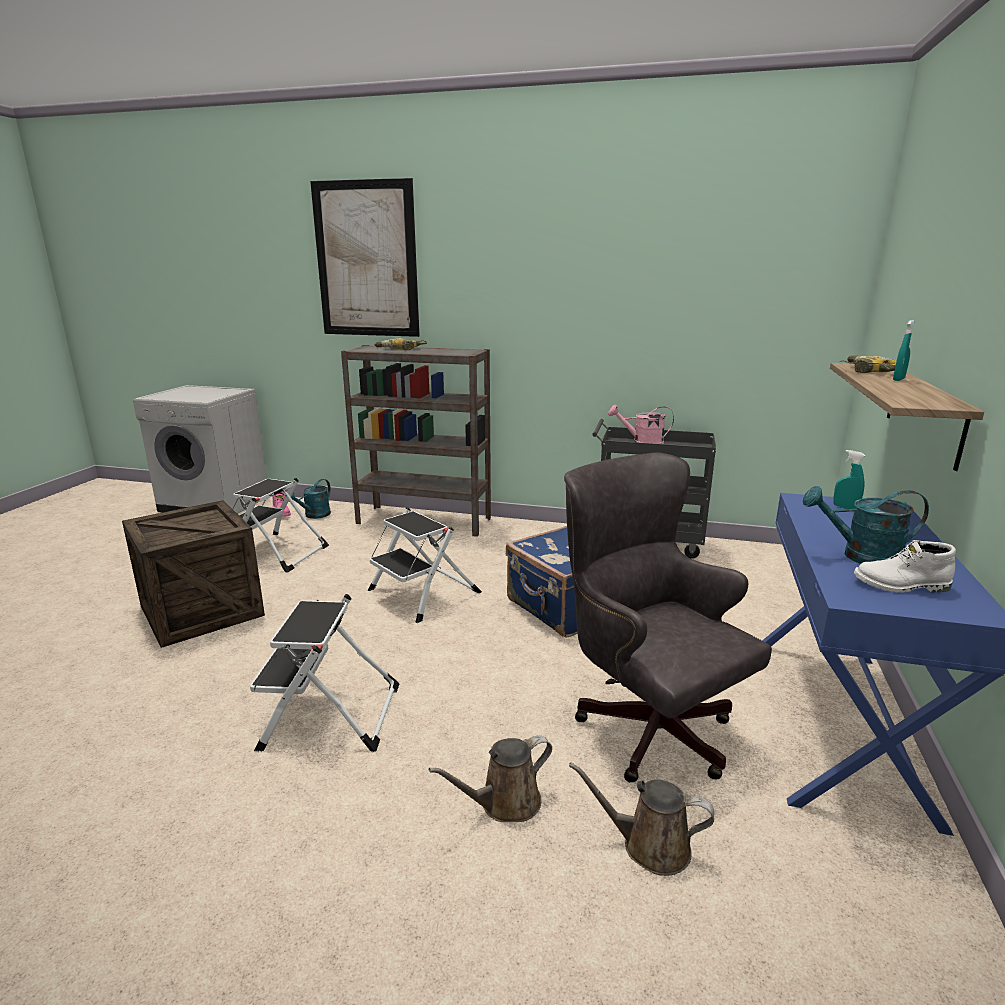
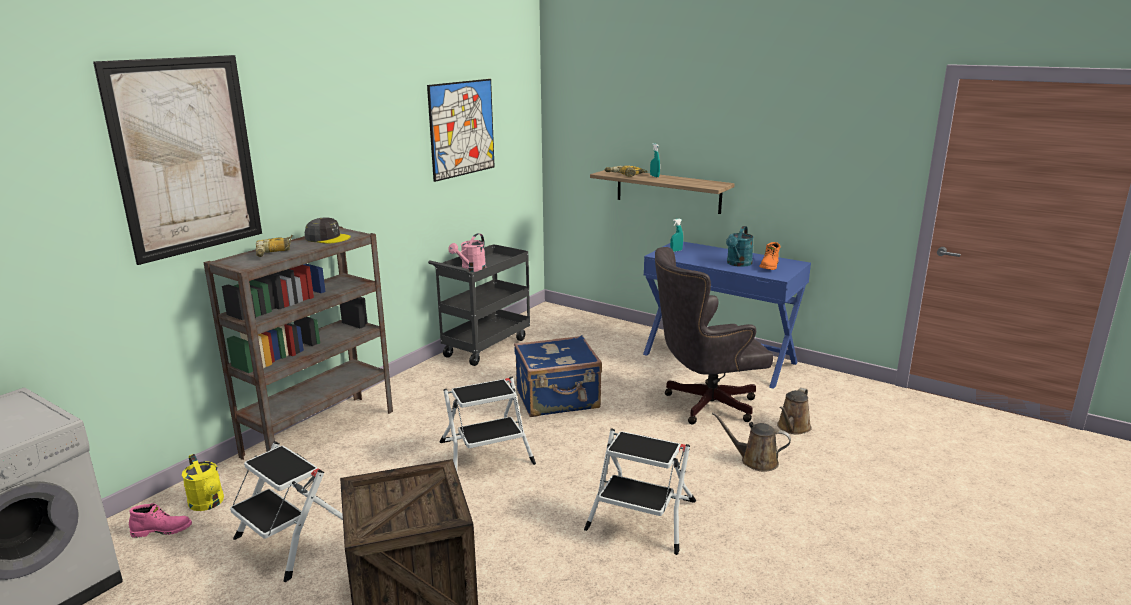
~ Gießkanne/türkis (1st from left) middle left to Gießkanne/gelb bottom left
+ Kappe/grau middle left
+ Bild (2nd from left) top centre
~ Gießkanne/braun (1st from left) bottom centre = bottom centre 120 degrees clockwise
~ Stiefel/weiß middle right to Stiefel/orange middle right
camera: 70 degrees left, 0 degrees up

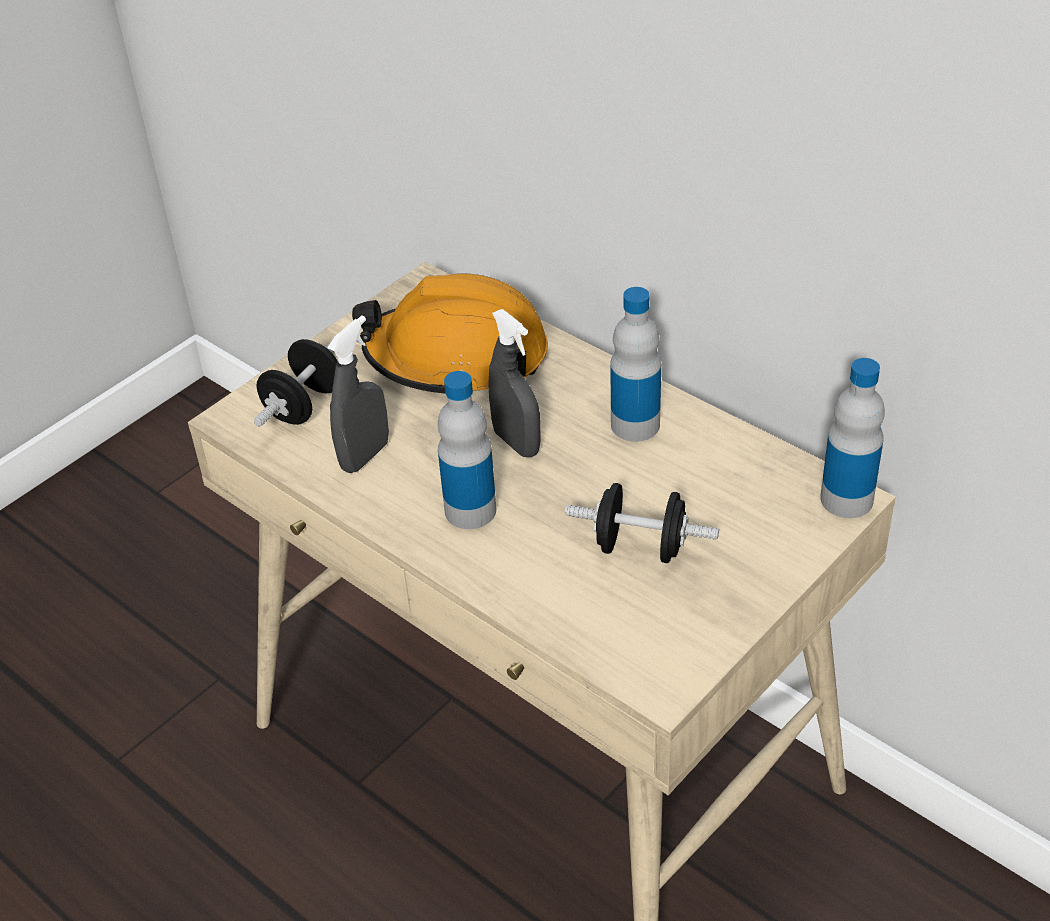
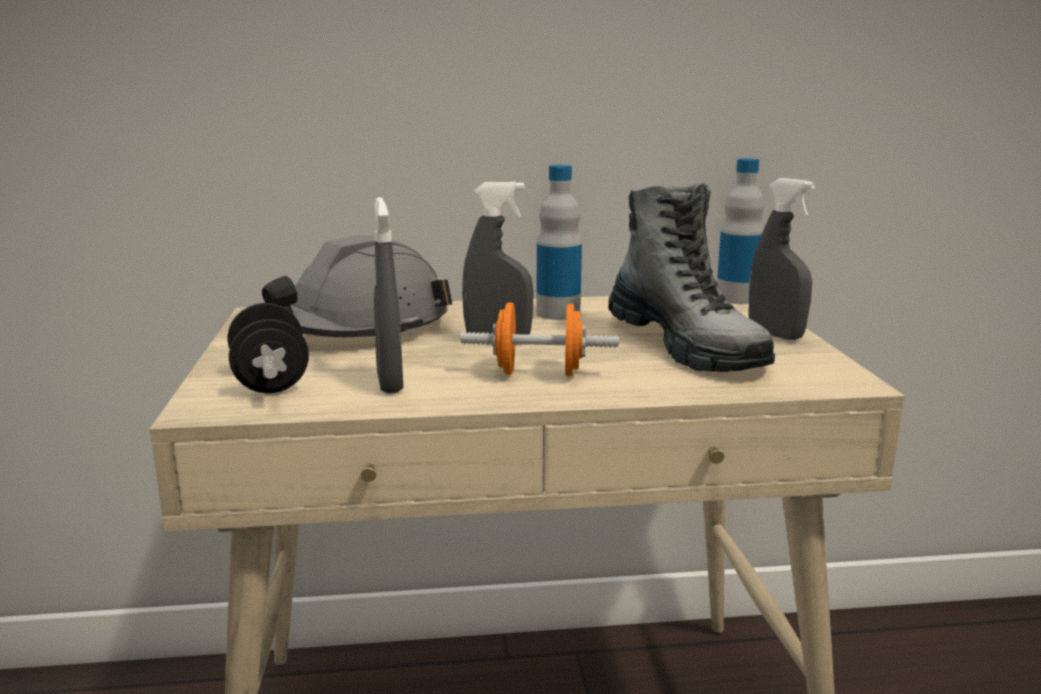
~ Schutzhelm/orange centre to Schutzhelm/grau centre
~ Flasche (1st from left) centre to Hantel/orange centre
~ Hantel/schwarz (2nd from left) centre to Stiefel centre
+ Sprühflasche/grau (3rd from left) middle right
camera: 50 degrees left, 25 degrees down

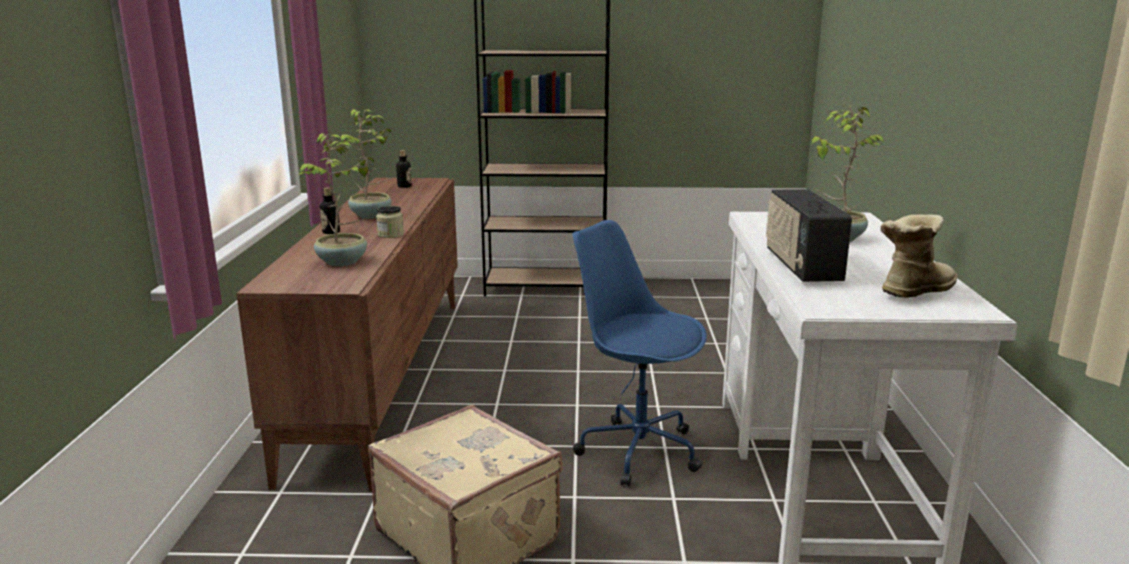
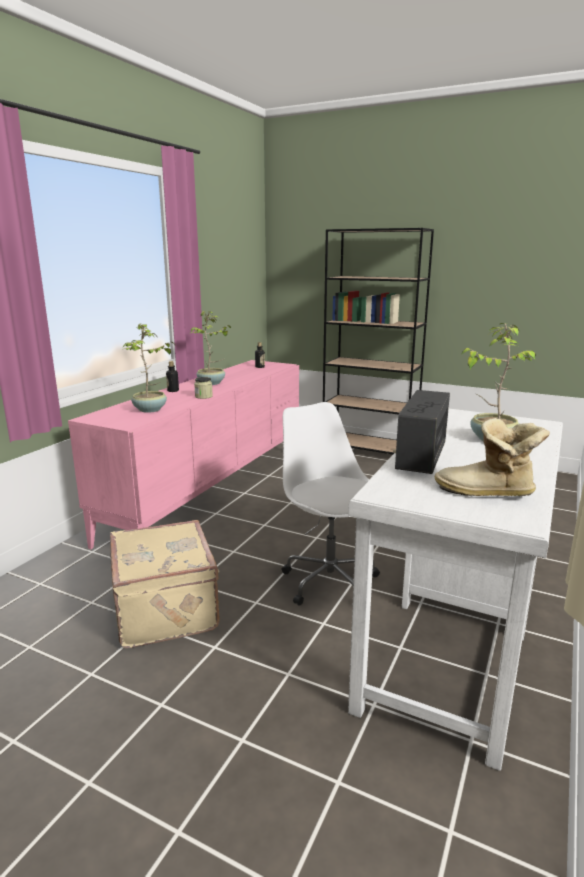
~ Schrank/braun middle left to Schrank/rosa middle left
~ Bürostuhl/blau centre to Bürostuhl/weiß centre
~ Stiefel middle right = middle right 150 degrees counterclockwise
camera: 25 degrees right, 0 degrees up

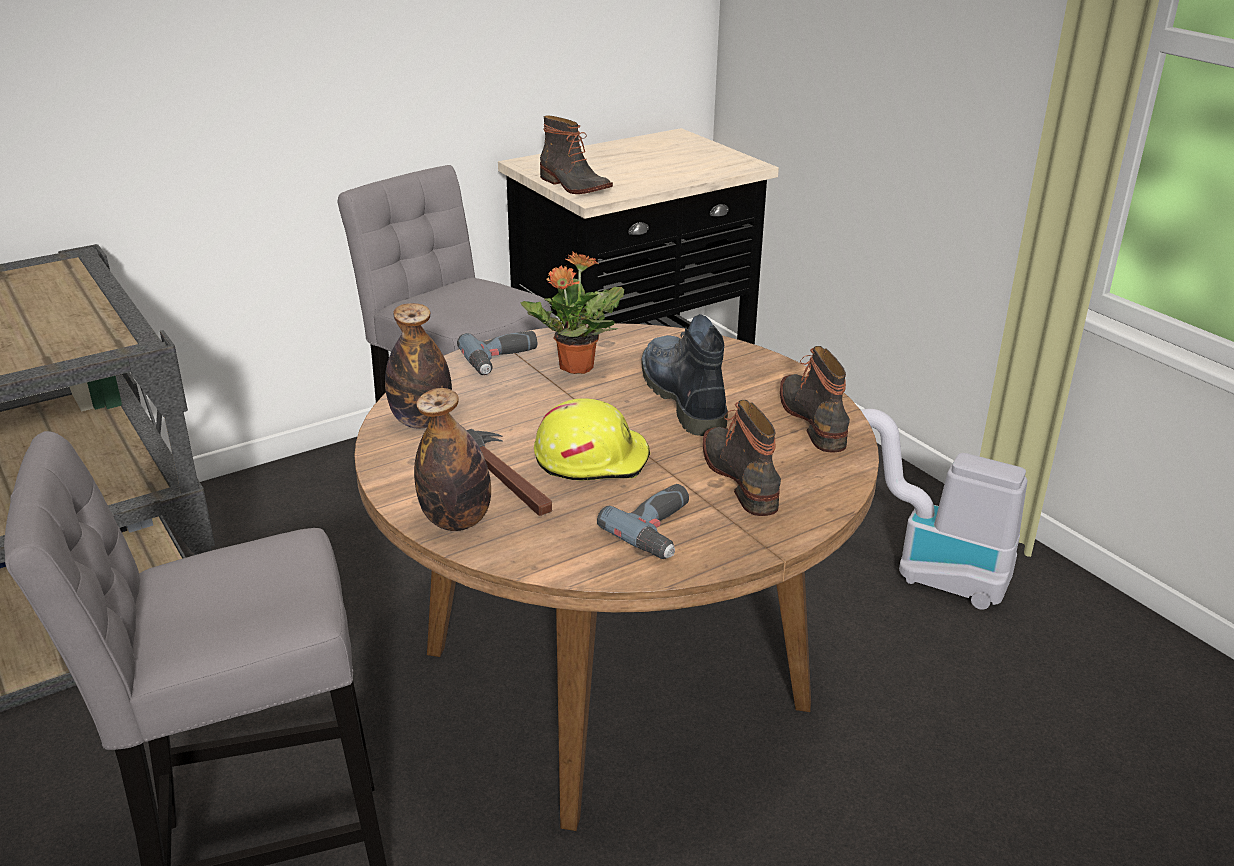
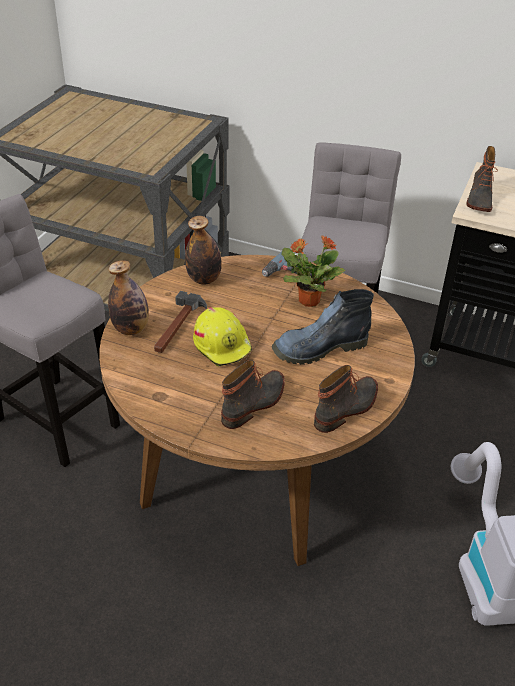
~ Stiefel (2nd from left) centre = centre 150 degrees counterclockwise
- Bohrmaschine (2nd from left) centre
camera: 55 degrees right, 10 degrees up

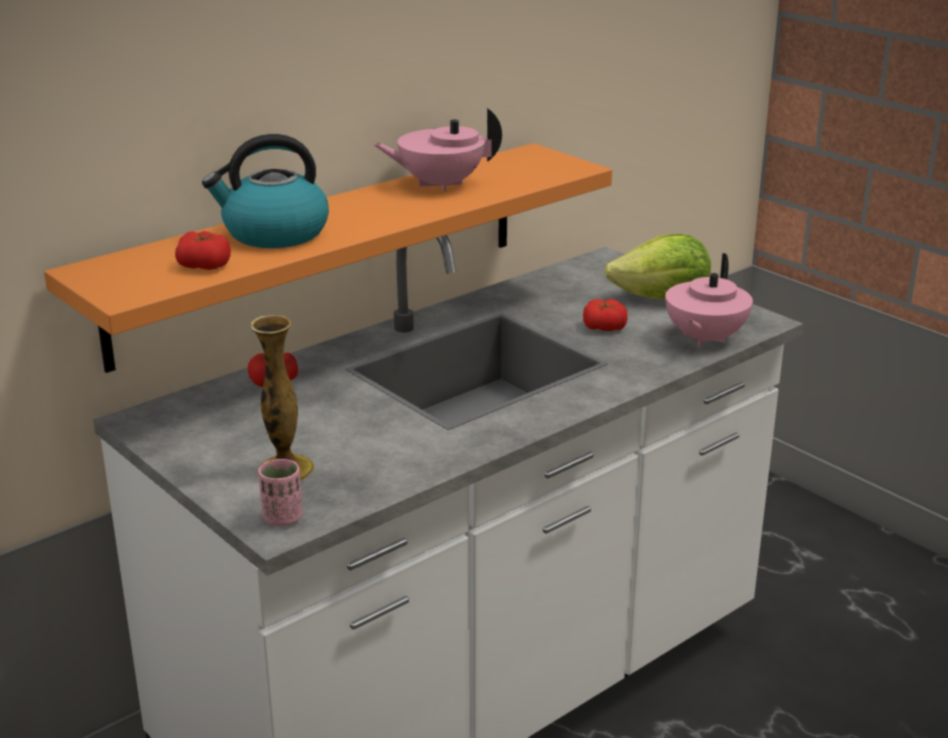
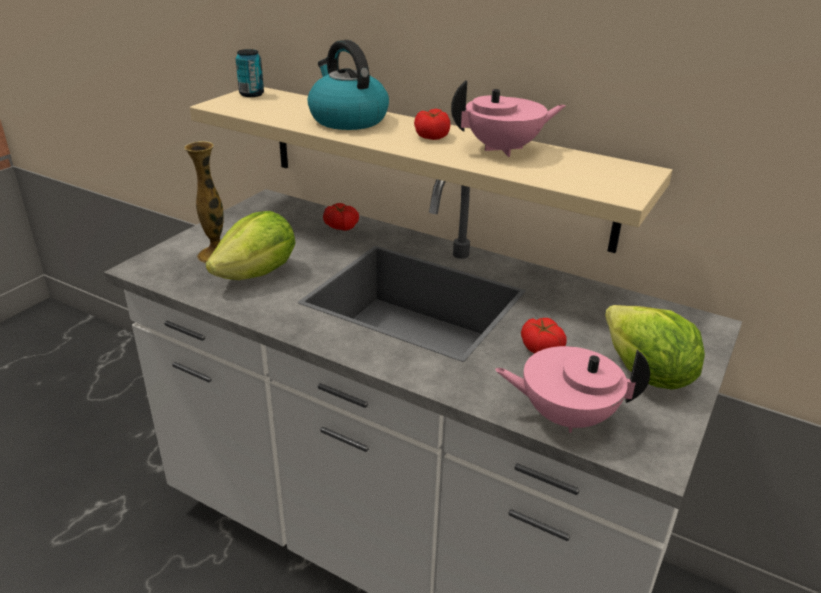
~ Wandregal/orange centre to Wandregal/beige top centre
+ Salatkopf (1st from left) middle left
+ Dose top left
~ Tomate (1st from left in the first image) middle left to Tomate (2nd from left) top centre
~ Teekanne/rosa (1st from left) top centre = top centre 105 degrees clockwise
- Tasse/rosa bottom left
camera: 70 degrees right, 5 degrees up

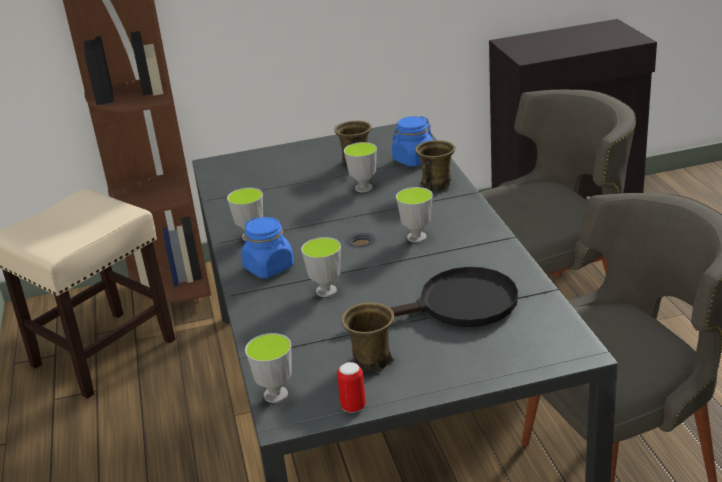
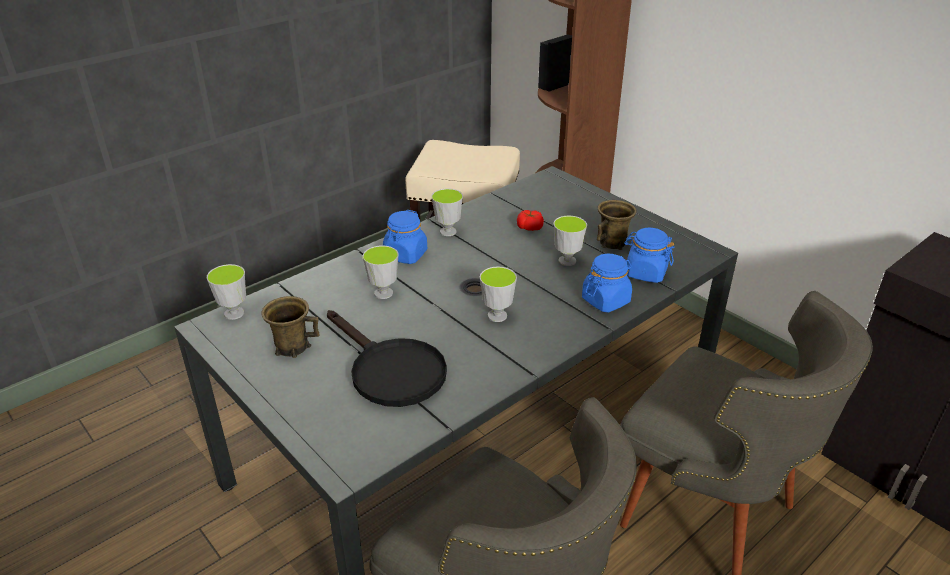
+ Tomate centre
~ Henkelbecher/braun (3rd from left) centre to Vorratsglas/blau (2nd from left) centre
- Dose bottom centre
camera: 60 degrees right, 5 degrees up

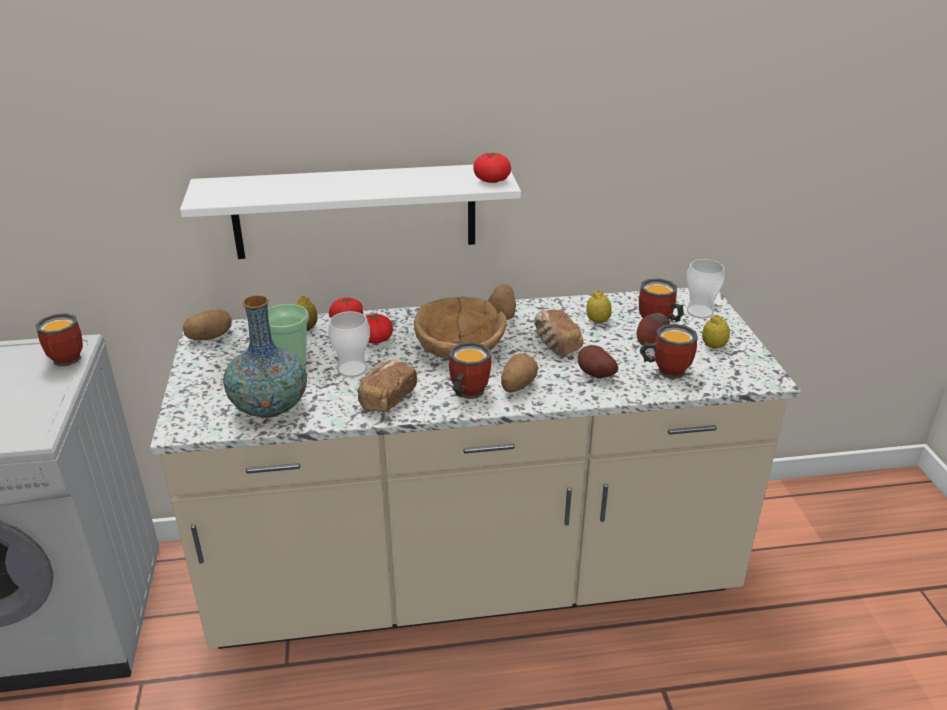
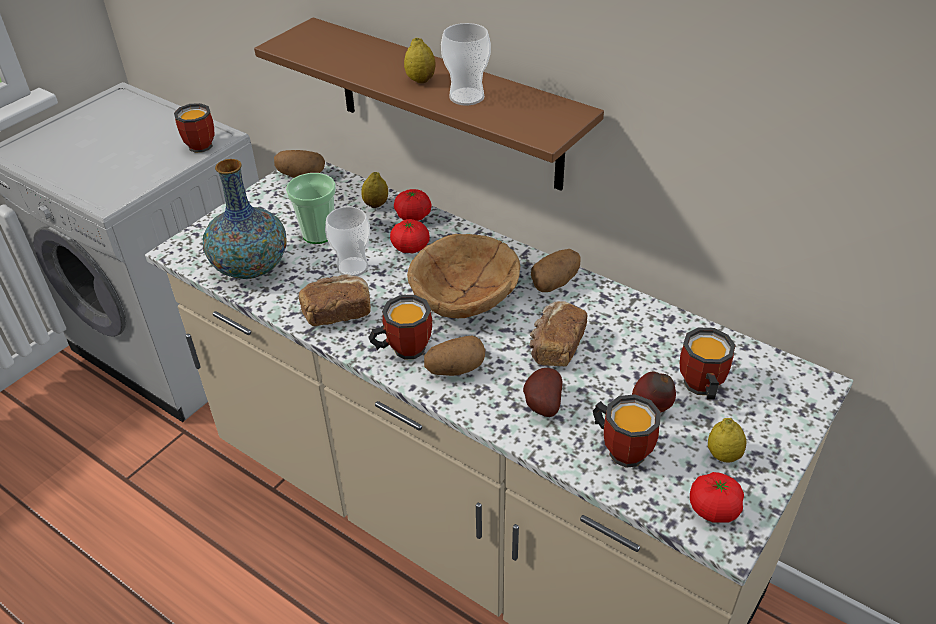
~ Wandregal/weiß top centre to Wandregal/braun top centre
~ Zitrone (2nd from left) centre to top centre
~ Tasse (3rd from left) middle right to top centre
~ Tomate (3rd from left) top centre to bottom right
camera: 45 degrees right, 10 degrees up

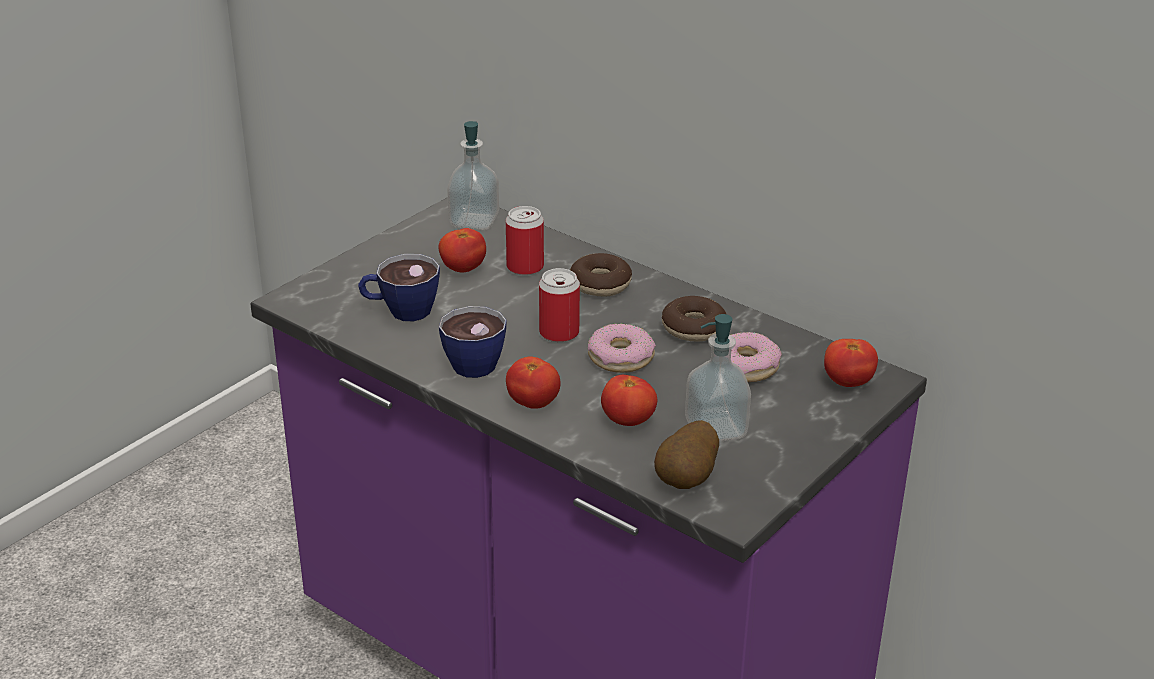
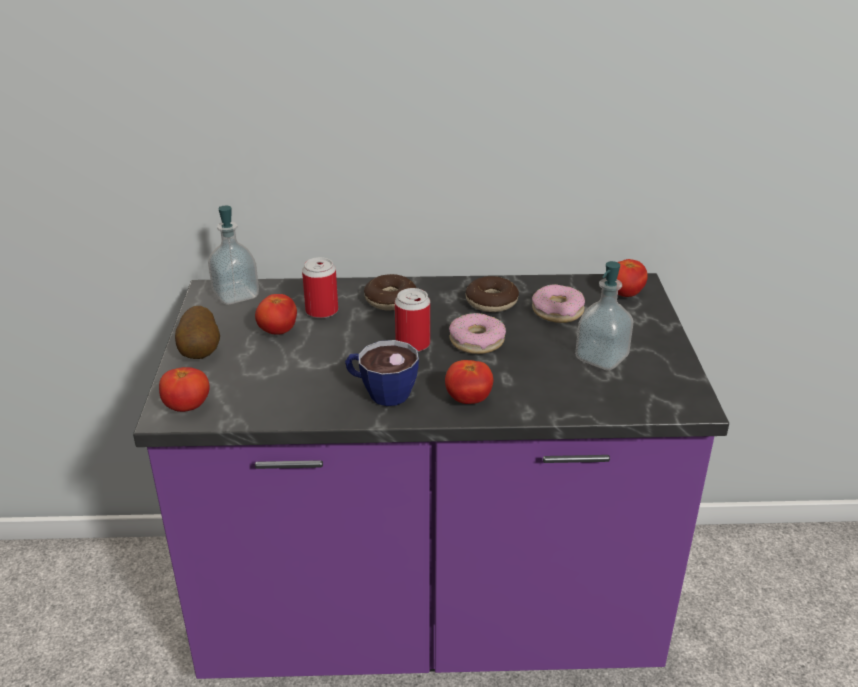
~ Tomate (3rd from left in the first image) centre to Tomate (1st from left) middle left
~ Kartoffel bottom centre to middle left
- Tasse (1st from left) centre
camera: 40 degrees left, 0 degrees up

